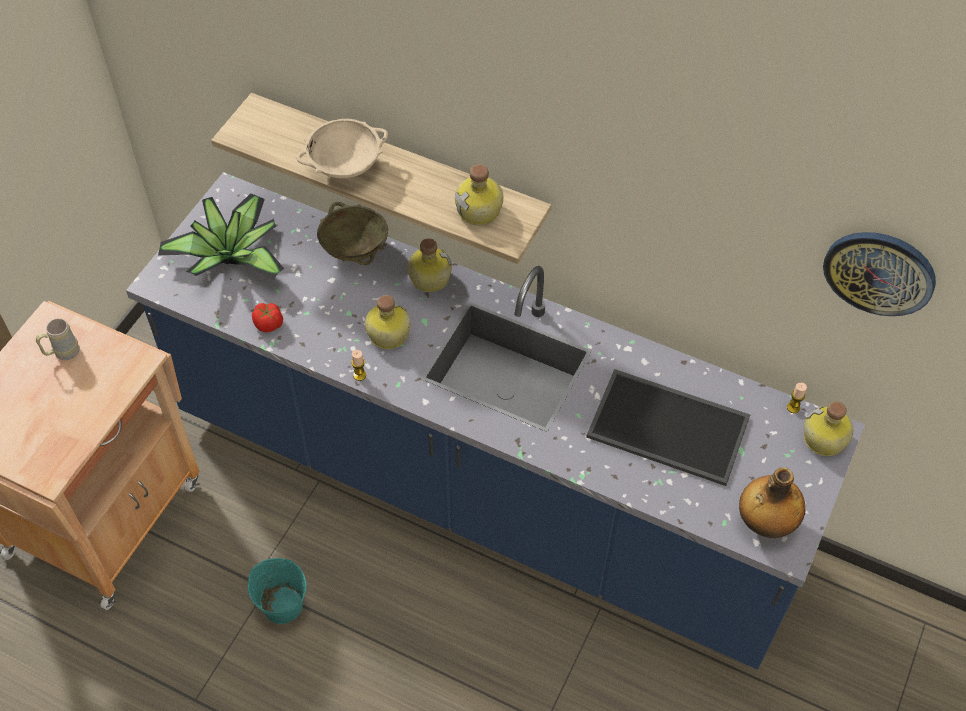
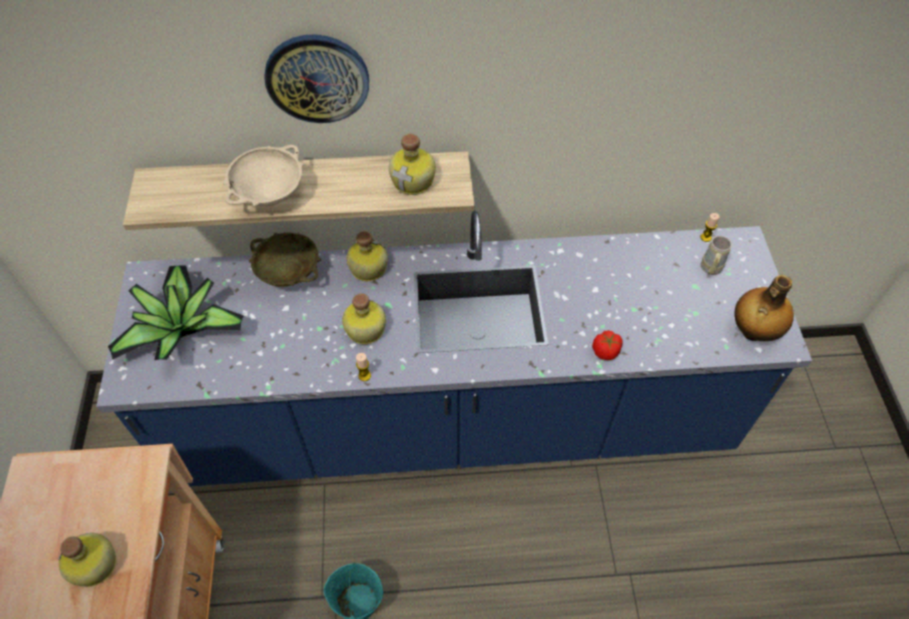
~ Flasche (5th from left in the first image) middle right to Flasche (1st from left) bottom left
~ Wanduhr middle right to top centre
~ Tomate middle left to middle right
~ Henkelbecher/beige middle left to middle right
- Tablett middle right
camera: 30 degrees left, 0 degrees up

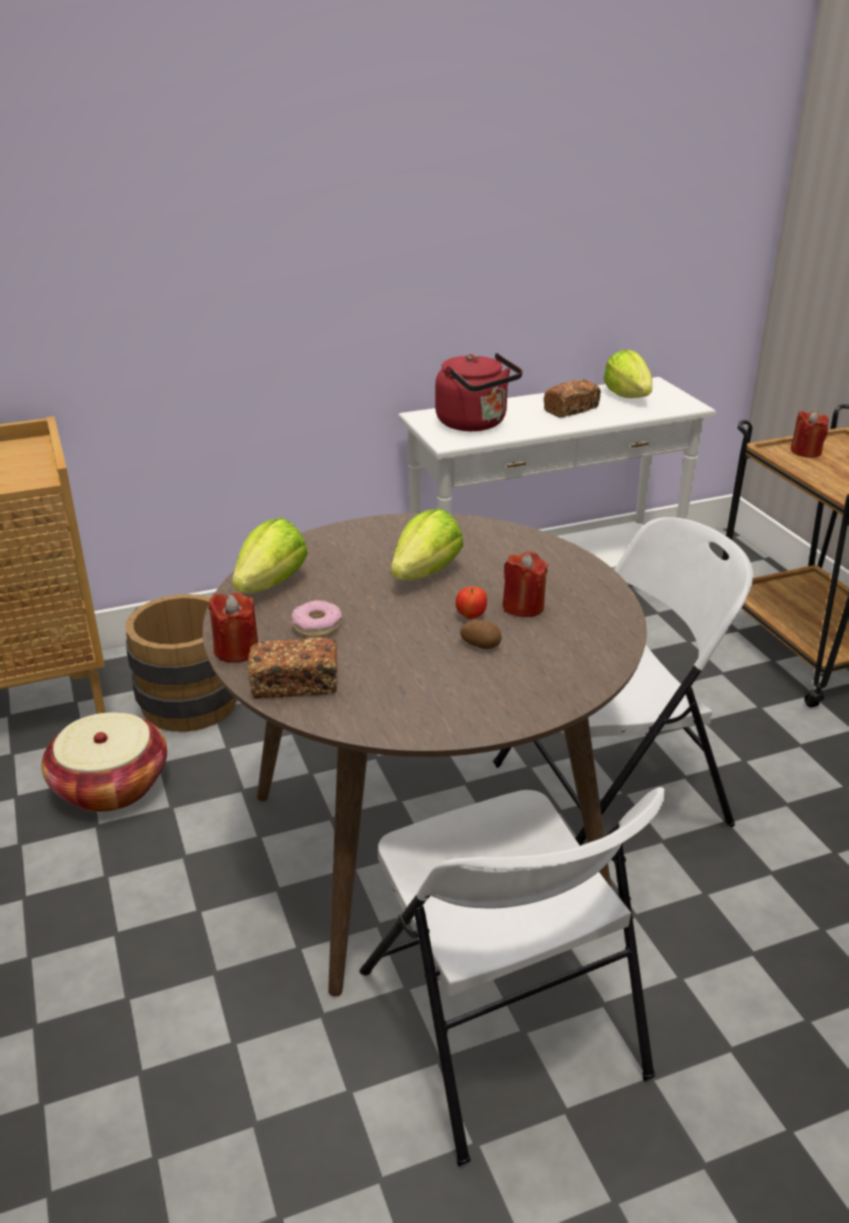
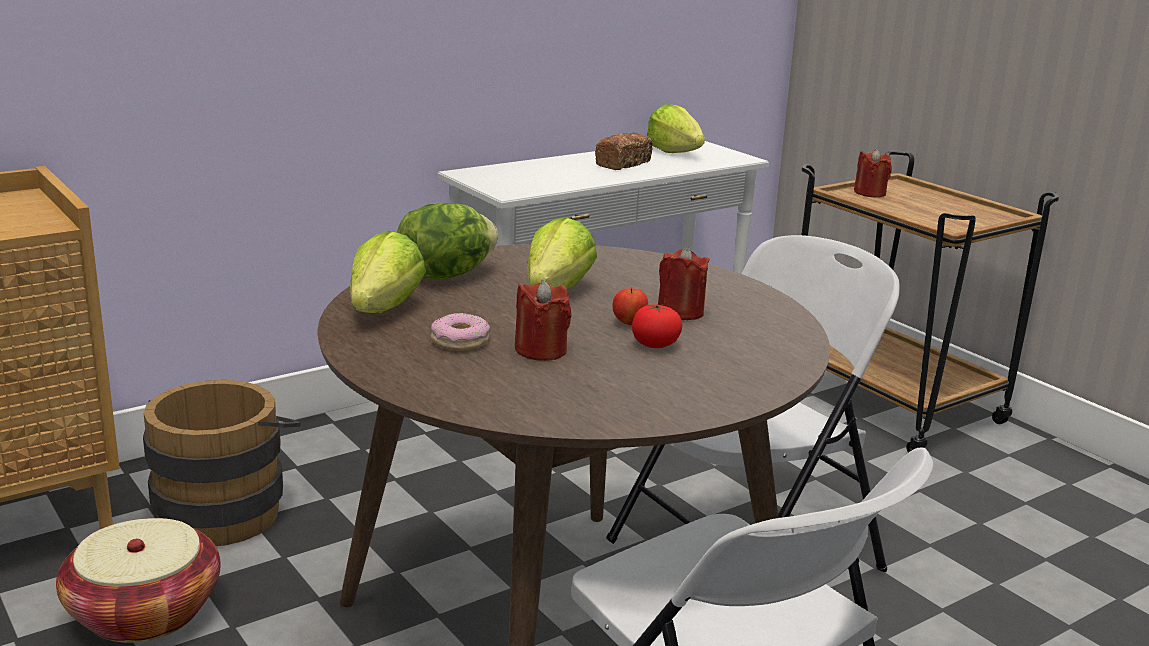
+ Salatkopf (2nd from left) centre
~ Kerze/rot (1st from left) middle left to centre
~ Kartoffel centre to Tomate centre
- Brot (1st from left) centre
- Wasserkessel/rot top centre
camera: 15 degrees left, 10 degrees down

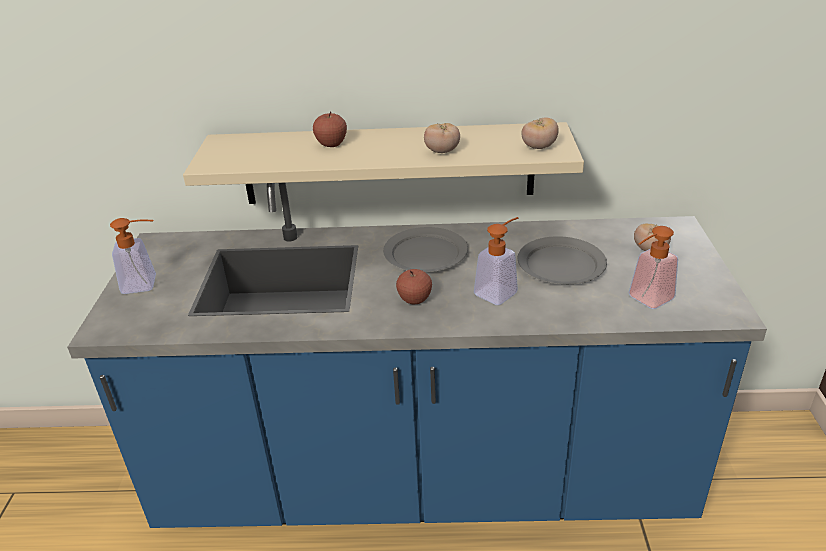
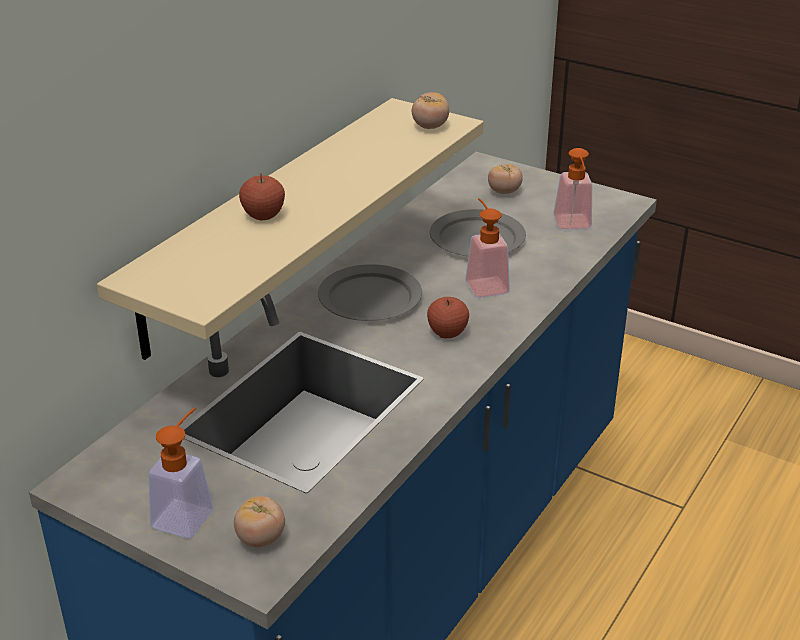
~ Tomate (1st from left) top centre to bottom left
camera: 60 degrees left, 0 degrees up

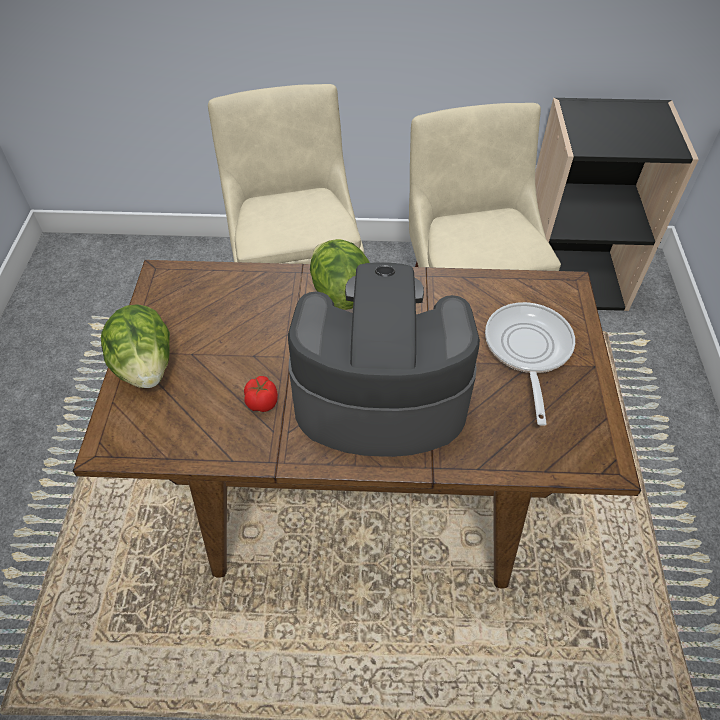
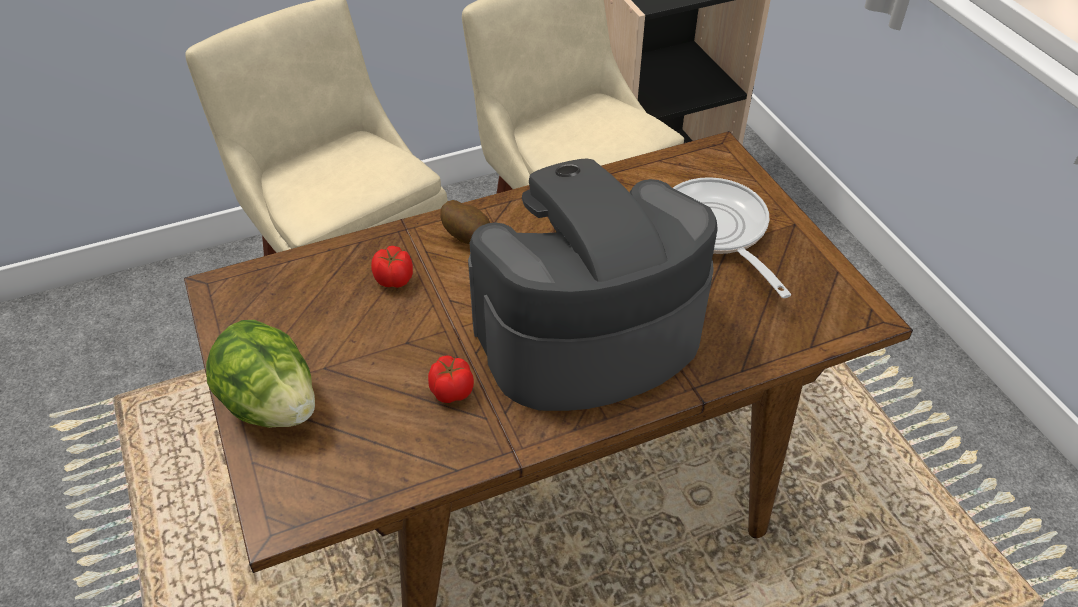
+ Tomate (1st from left) centre
~ Salatkopf (2nd from left) centre to Kartoffel centre
camera: 25 degrees left, 5 degrees down

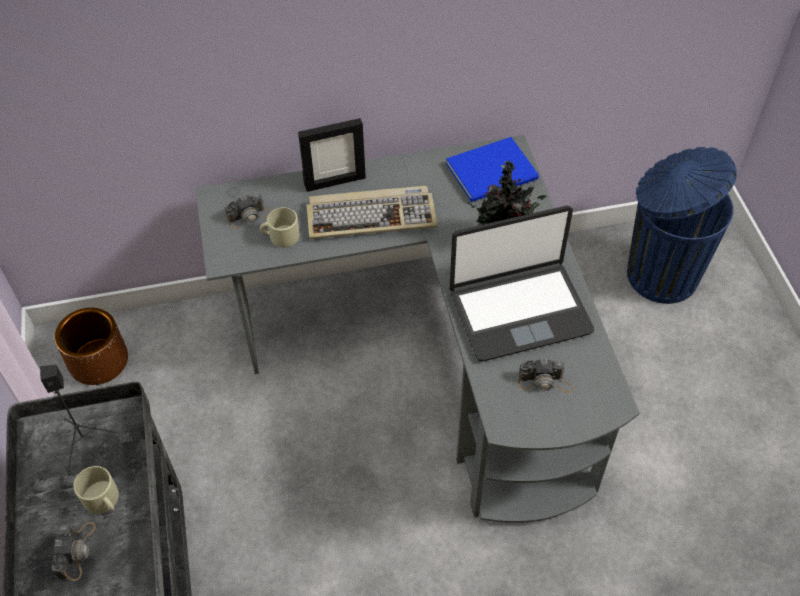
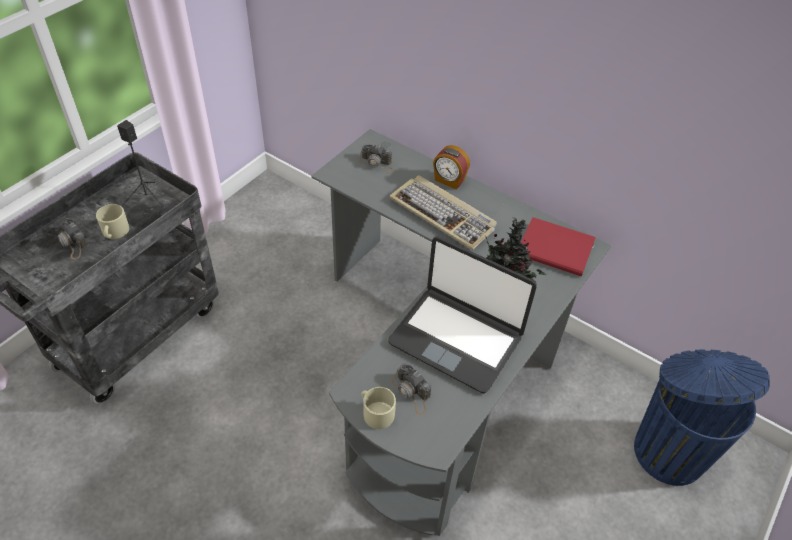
~ Kamera (1st from left) bottom left = middle left 90 degrees clockwise
~ Henkelbecher/beige (2nd from left) centre to bottom centre
~ Bilderrahmen top centre to Wecker top centre
~ Buch/blau top centre to Buch/rot middle right
- Pflanzkübel/braun middle left
camera: 45 degrees right, 5 degrees down

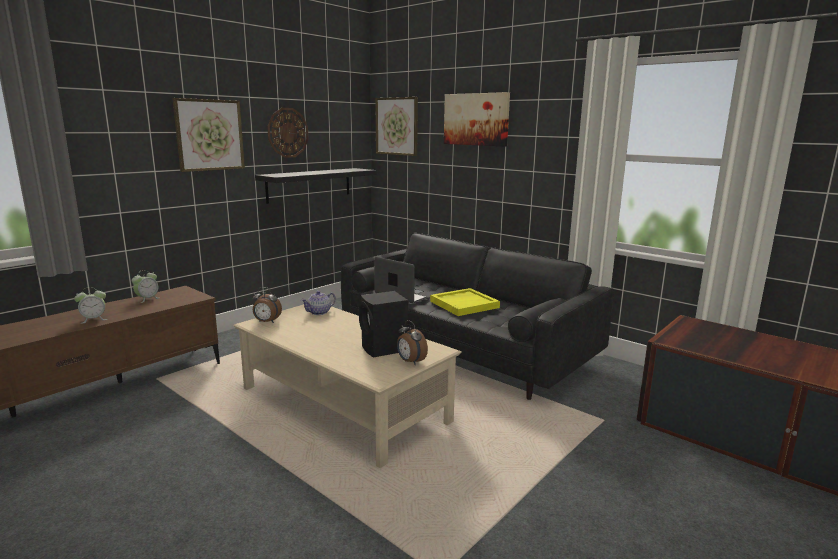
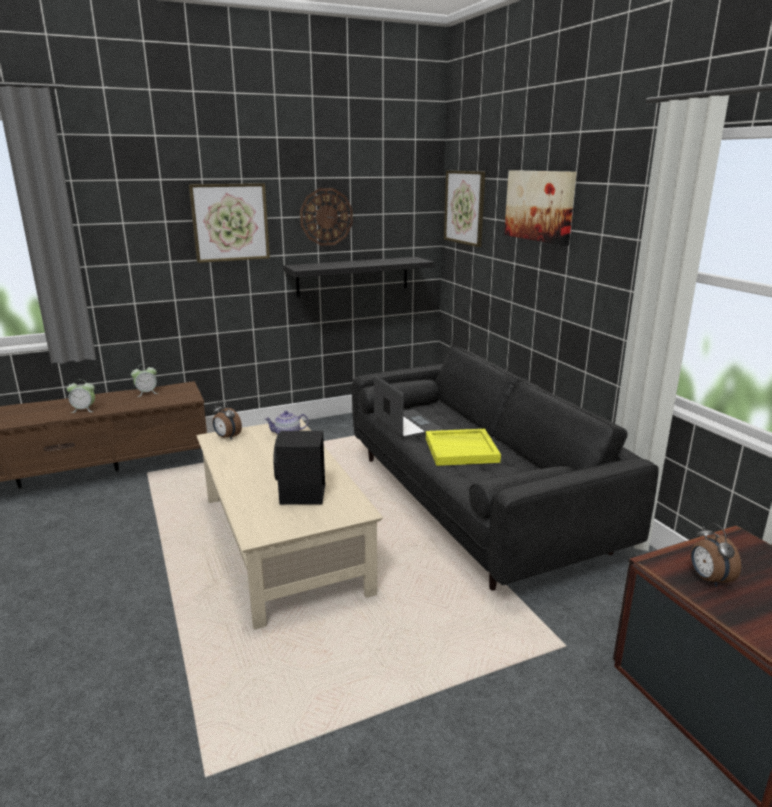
~ Wecker (4th from left) centre to bottom right
camera: 25 degrees right, 5 degrees up

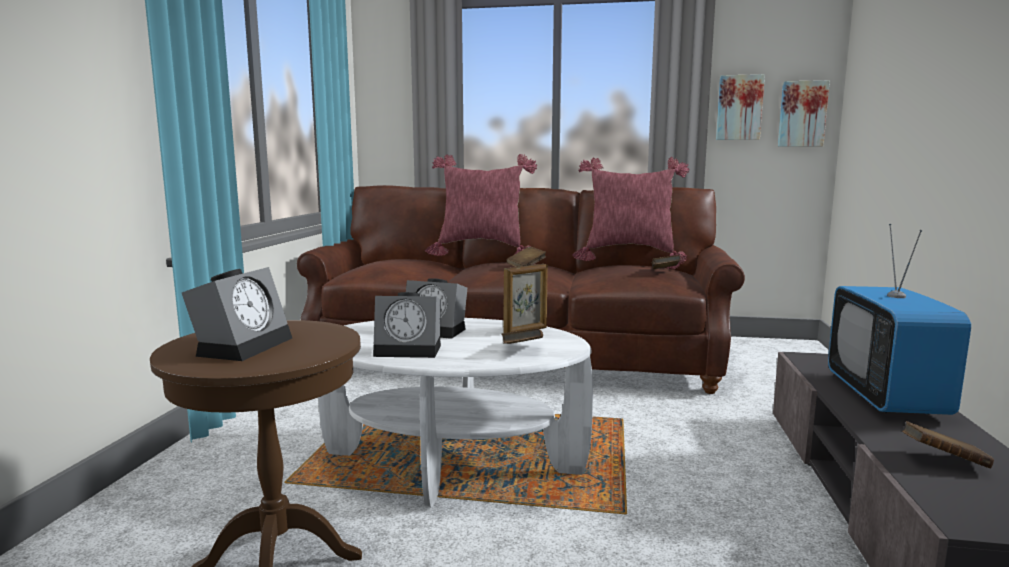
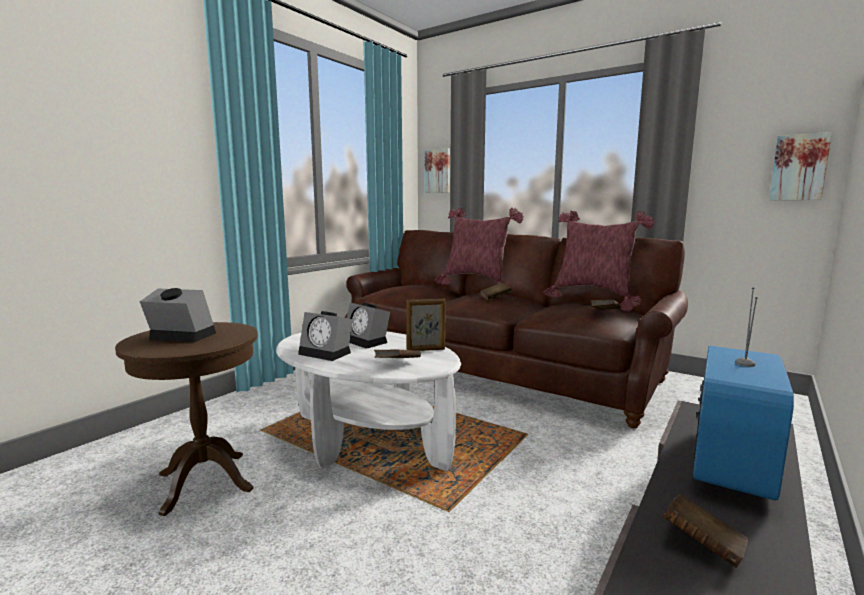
~ Wecker (1st from left) middle left = middle left 120 degrees counterclockwise
~ Bild (1st from left) top right to top centre
camera: 25 degrees right, 0 degrees up

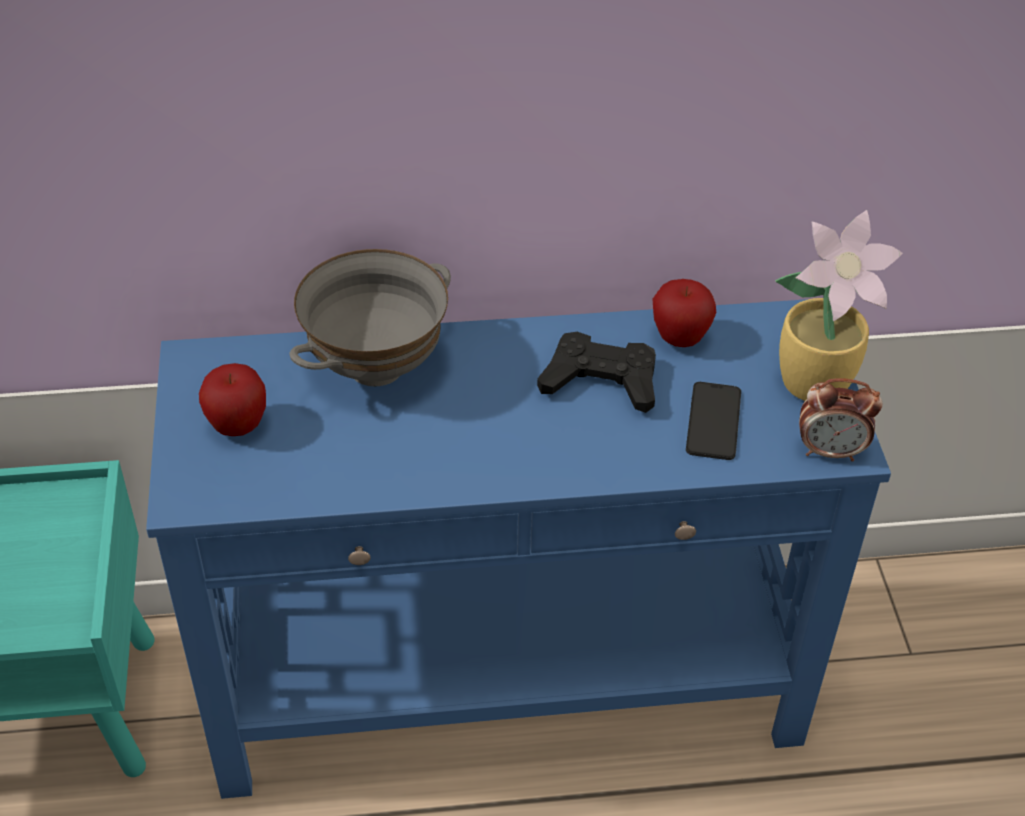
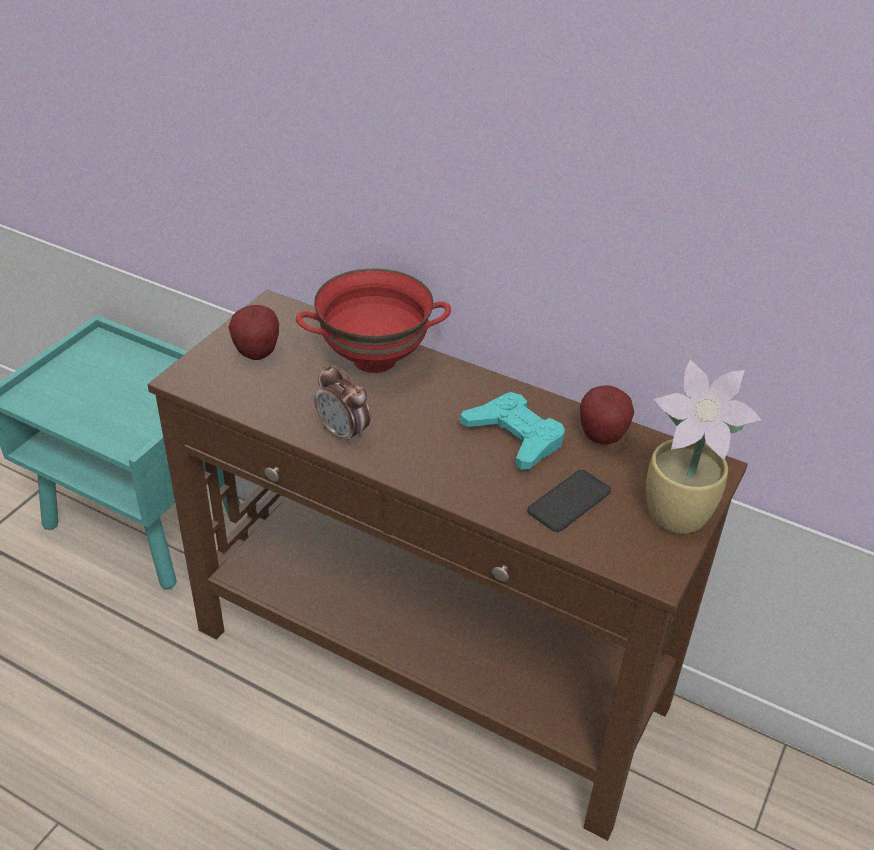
~ Konsolentisch/blau bottom centre to Konsolentisch/braun centre
~ Schüssel/grau centre to Schüssel/rot centre
~ Wecker middle right to centre
~ Gamepad/schwarz centre to Gamepad/türkis centre
camera: 35 degrees right, 5 degrees down

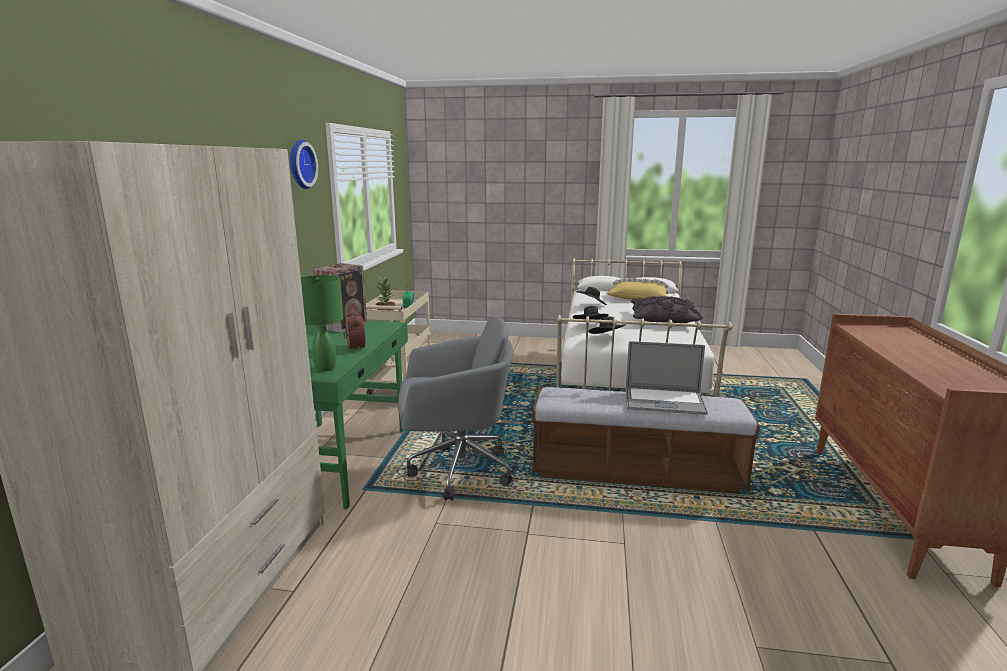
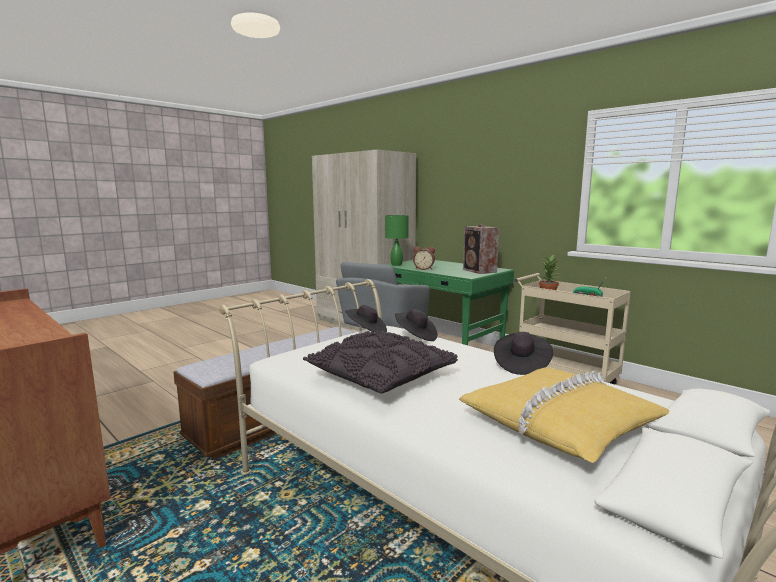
- Wanduhr top left
- Laptop centre
camera: 125 degrees right, 5 degrees down

